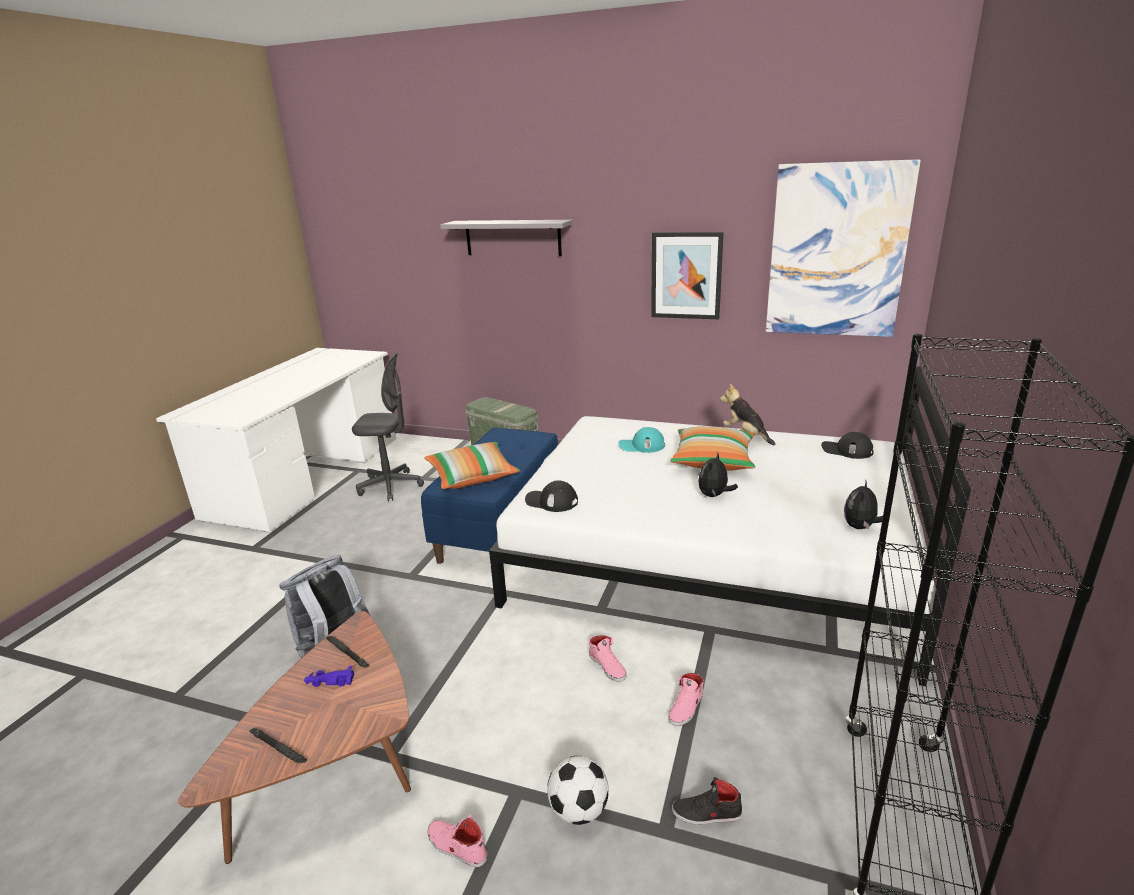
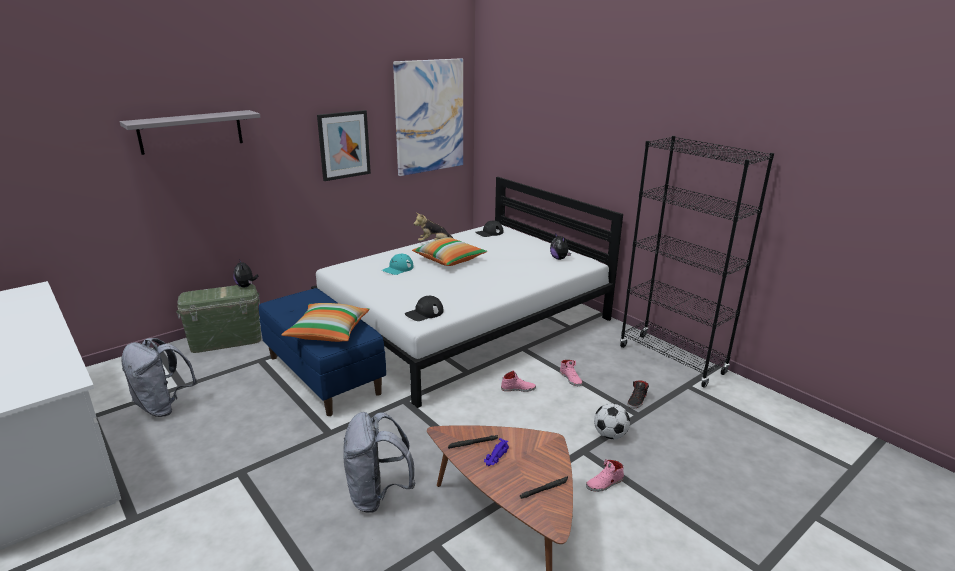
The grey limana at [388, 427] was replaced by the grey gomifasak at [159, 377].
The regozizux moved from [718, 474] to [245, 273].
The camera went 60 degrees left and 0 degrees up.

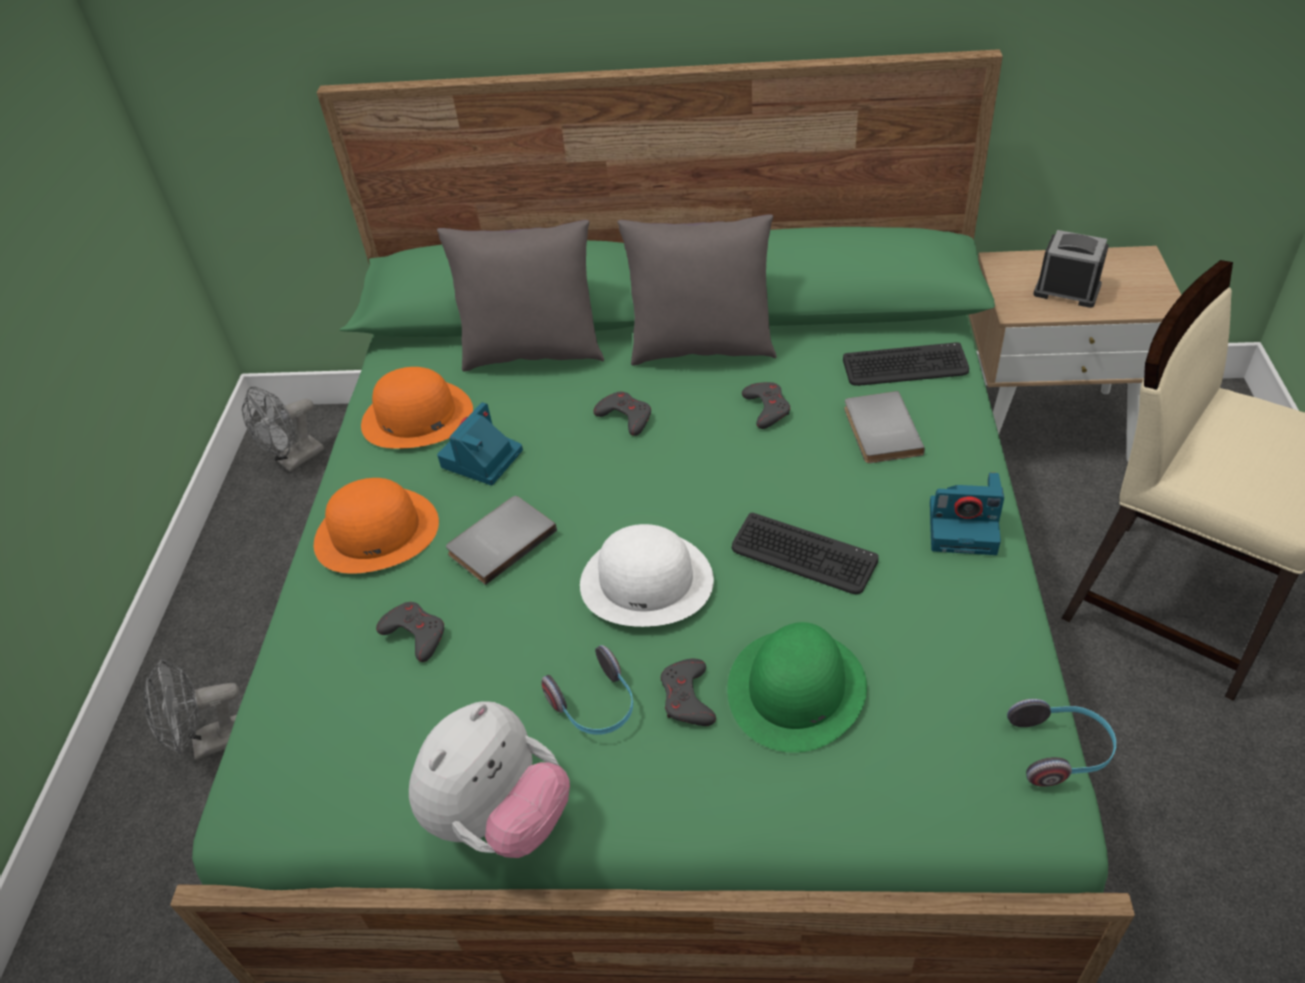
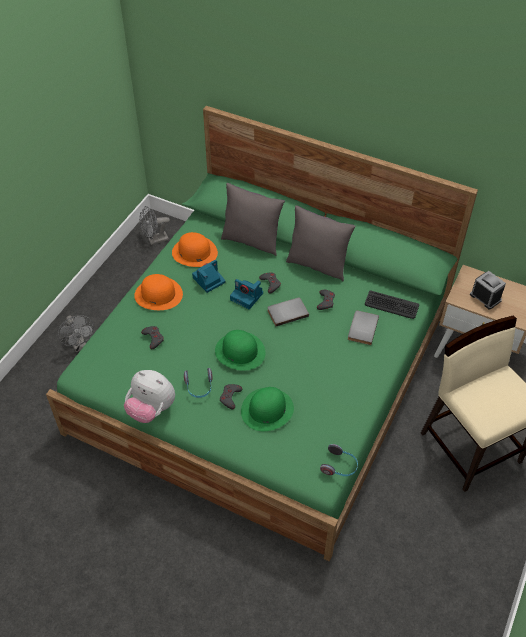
The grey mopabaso at [191, 709] turned 120 degrees counterclockwise.
The regozizux at [489, 779] turned 60 degrees clockwise.
The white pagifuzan at [647, 575] became the green pagifuzan at [240, 350].
The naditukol moved from [967, 514] to [246, 294].
The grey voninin moved from [501, 540] to [288, 311].
The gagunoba at [805, 553] disappeared.
The camera went 20 degrees right and 5 degrees up.

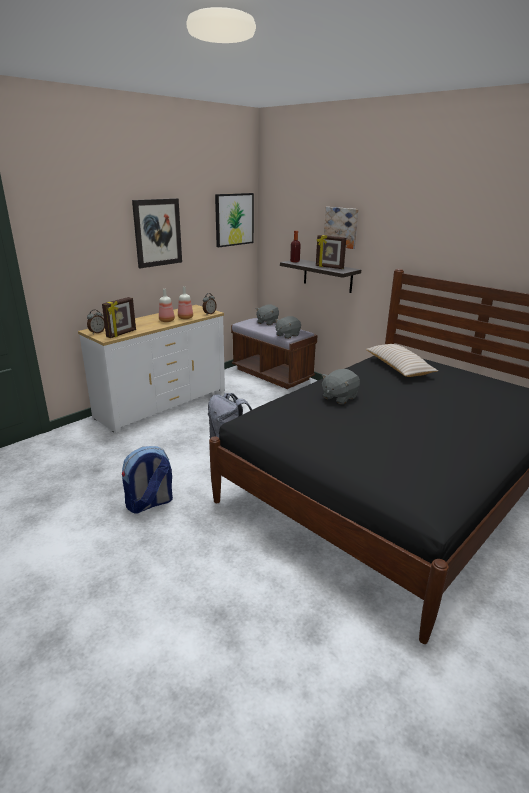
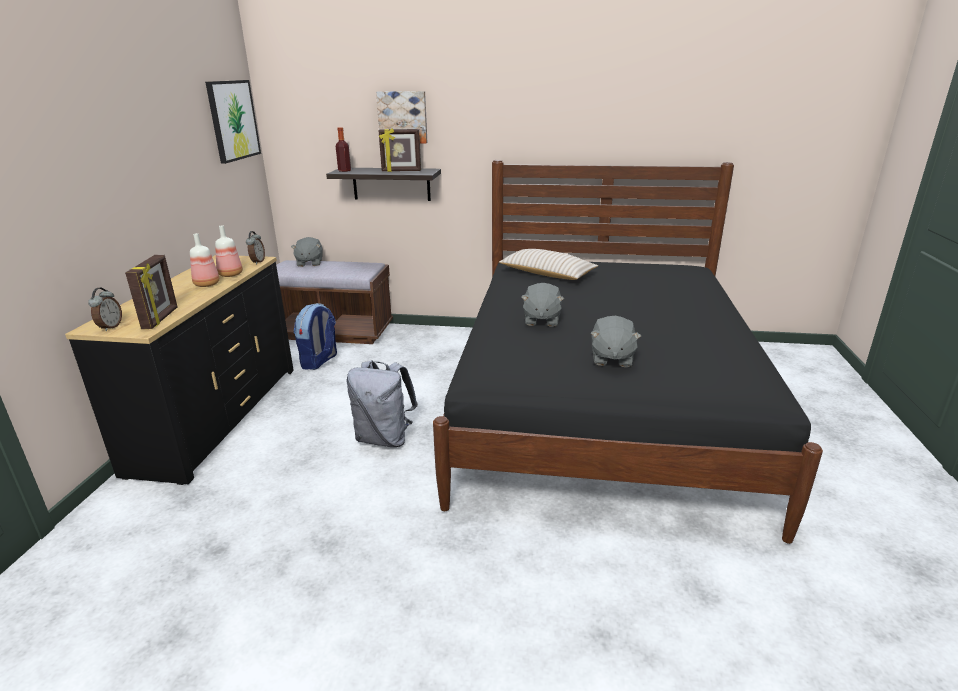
The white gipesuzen at [151, 369] became the black gipesuzen at [179, 370].
The gomifasak moved from [147, 480] to [315, 336].
The grey regozizux moved from [288, 327] to [616, 341].
The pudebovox at [157, 233] disappeared.
The camera went 35 degrees left and 0 degrees up.

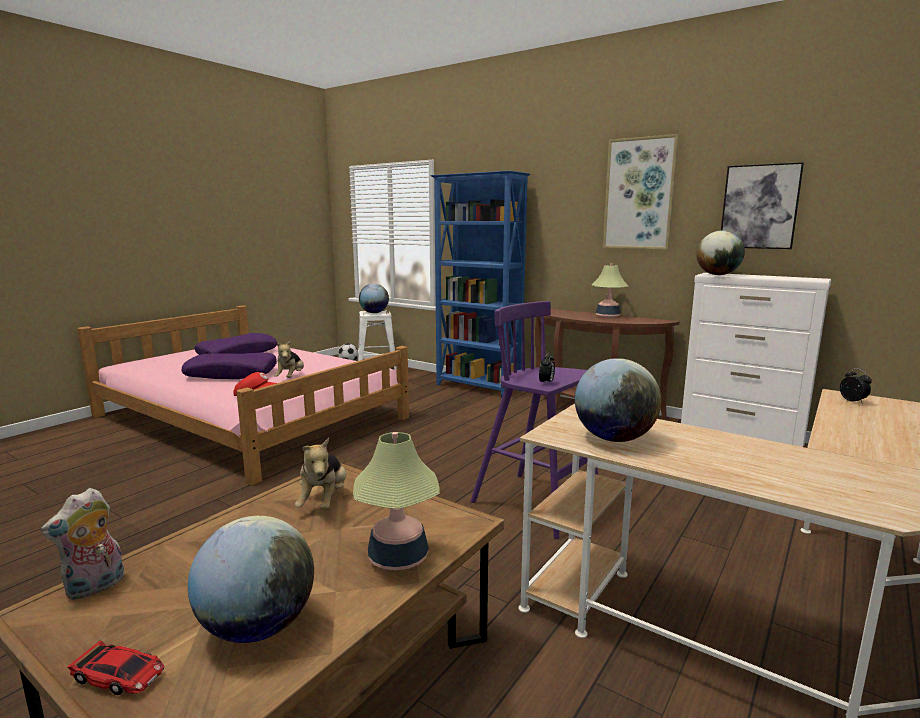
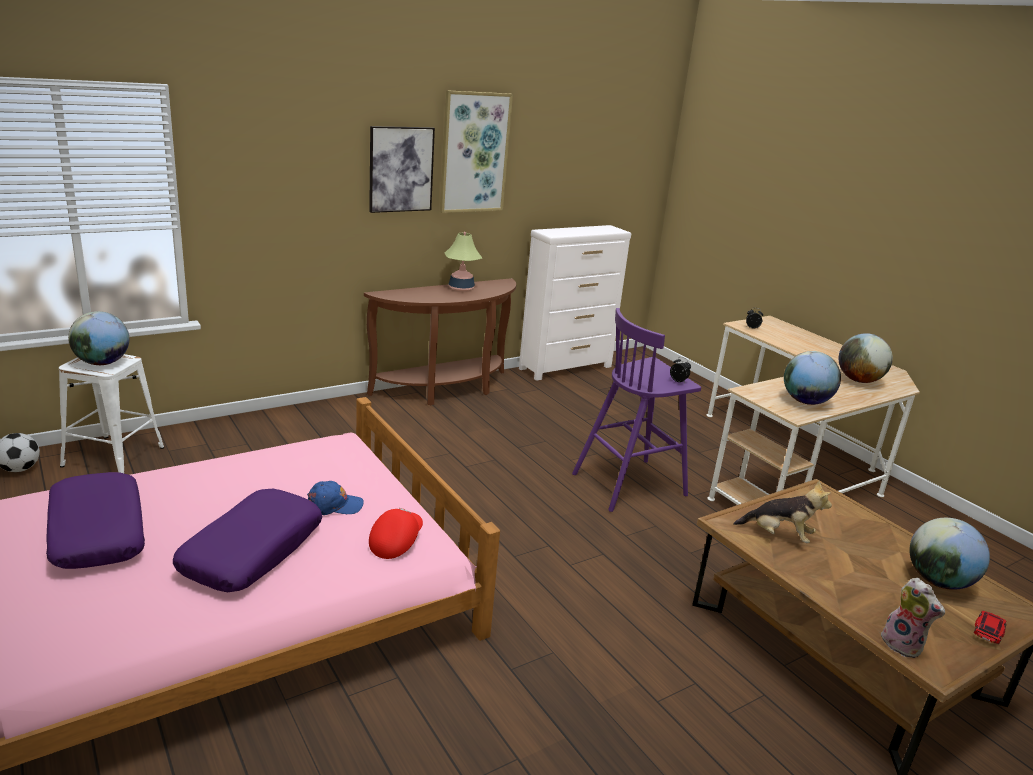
The regozizux at [289, 359] was replaced by the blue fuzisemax at [335, 498].
The pudebovox moved from [762, 205] to [402, 169].
The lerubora moved from [720, 252] to [866, 358].
The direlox at [396, 501] disappeared.
The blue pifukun at [480, 284] disappeared.
The camera went 70 degrees left and 10 degrees up.

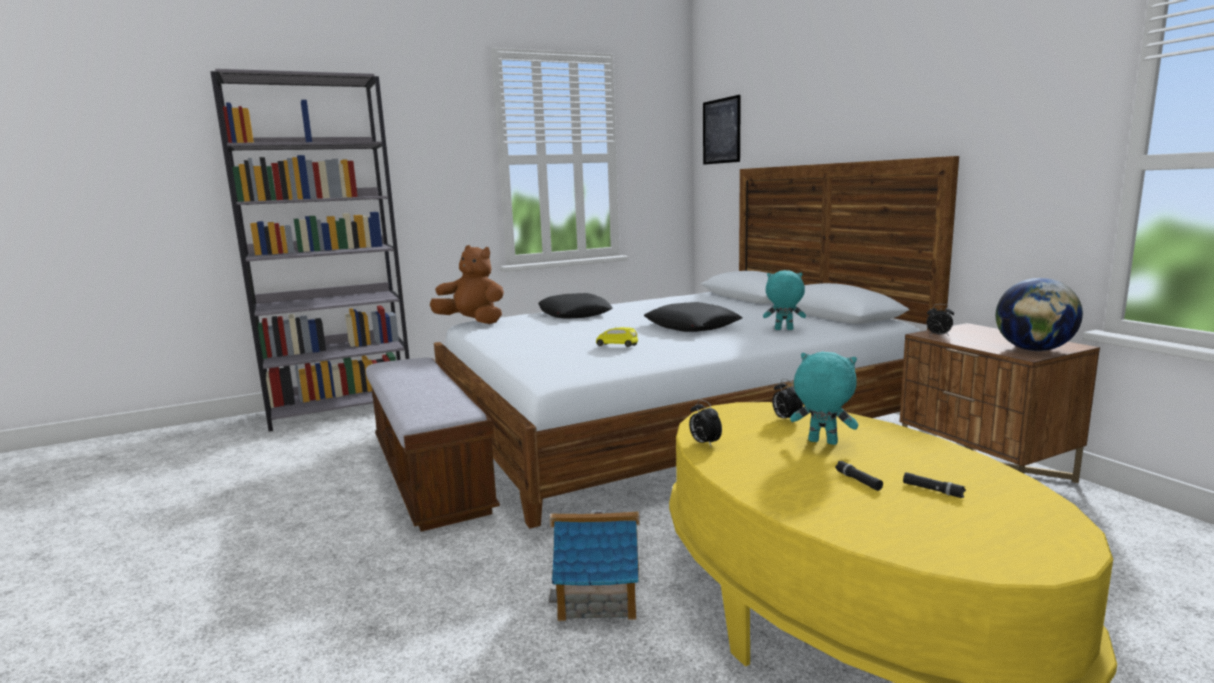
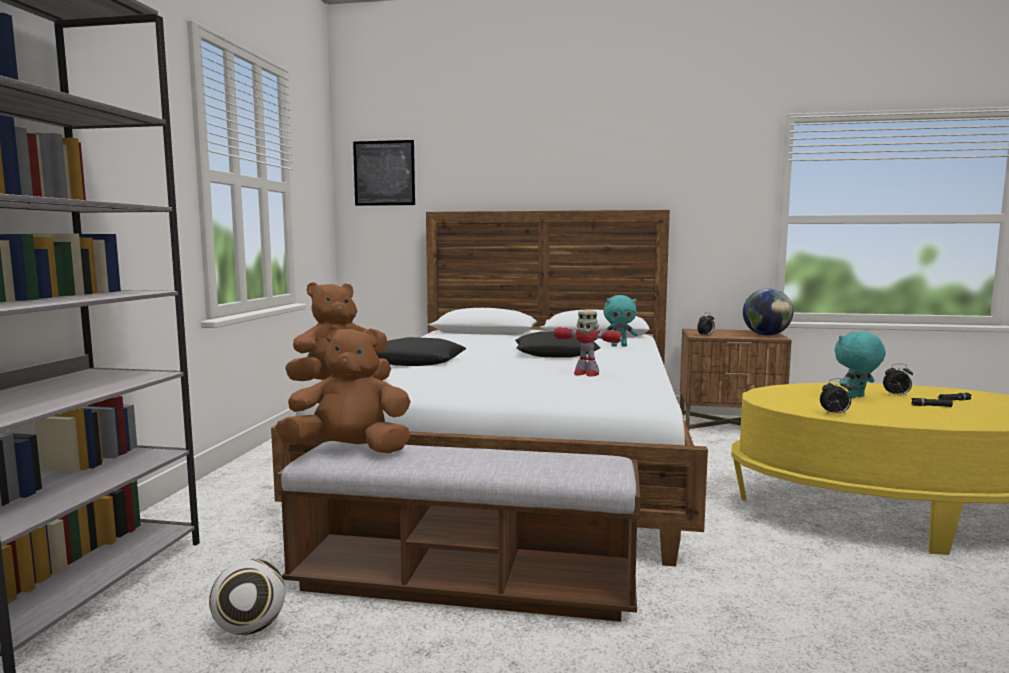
The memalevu at [247, 597] appeared.
The brown regozizux at [343, 389] appeared.
The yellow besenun at [617, 337] was replaced by the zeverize at [588, 343].
The turquoise regozizux at [784, 300] turned 135 degrees counterclockwise.
The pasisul moved from [787, 401] to [898, 380].
The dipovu at [594, 565] disappeared.
The camera went 55 degrees left and 5 degrees down.

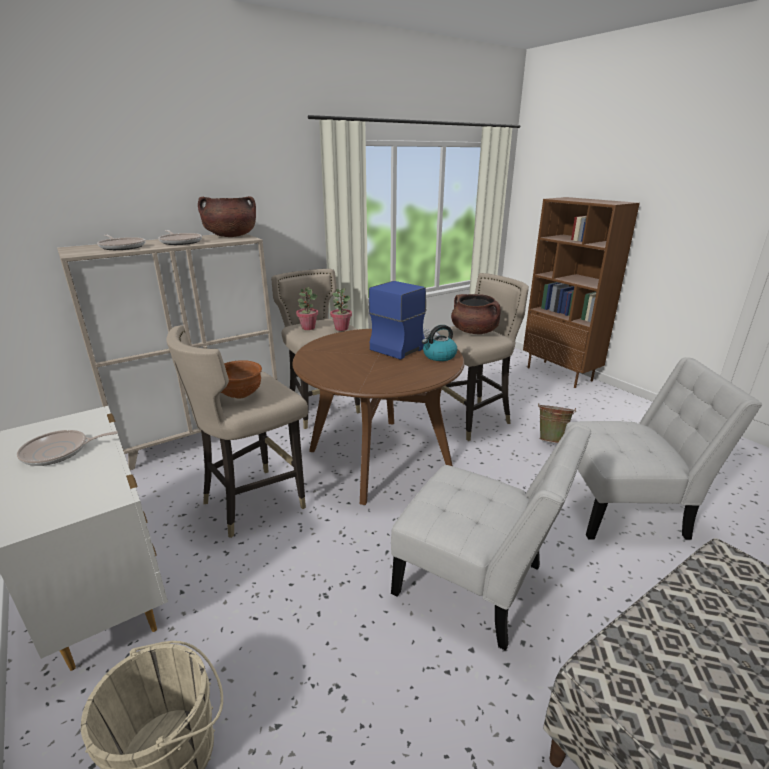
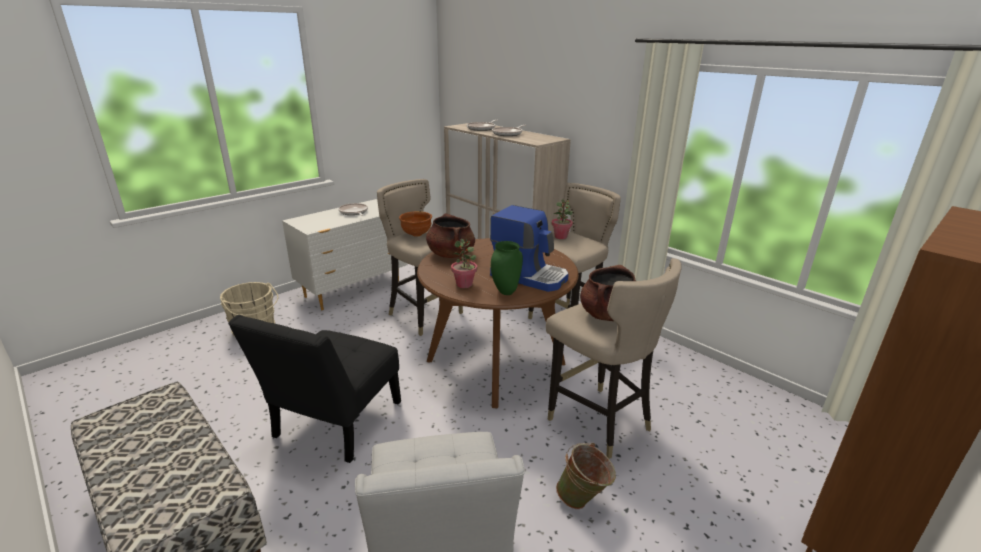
The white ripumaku at [491, 537] became the black ripumaku at [314, 389].
The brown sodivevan moved from [227, 216] to [450, 235].
The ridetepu moved from [341, 309] to [464, 263].
The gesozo at [439, 343] was replaced by the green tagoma at [507, 268].
The camera went 80 degrees right and 0 degrees up.

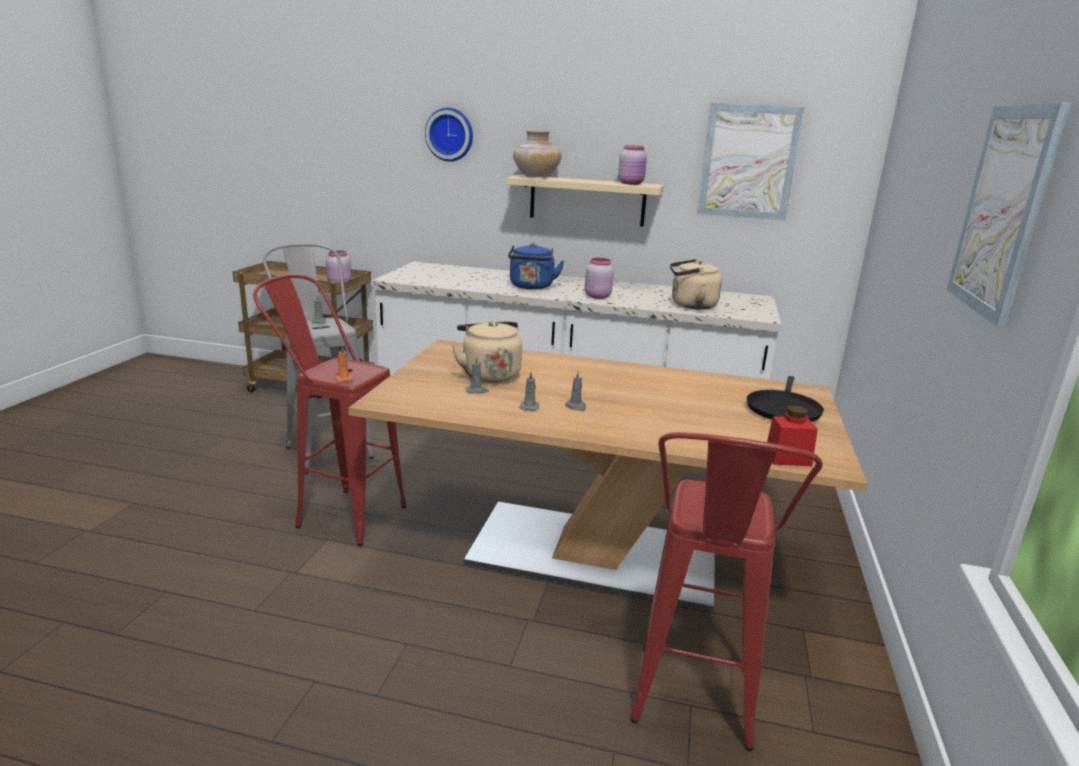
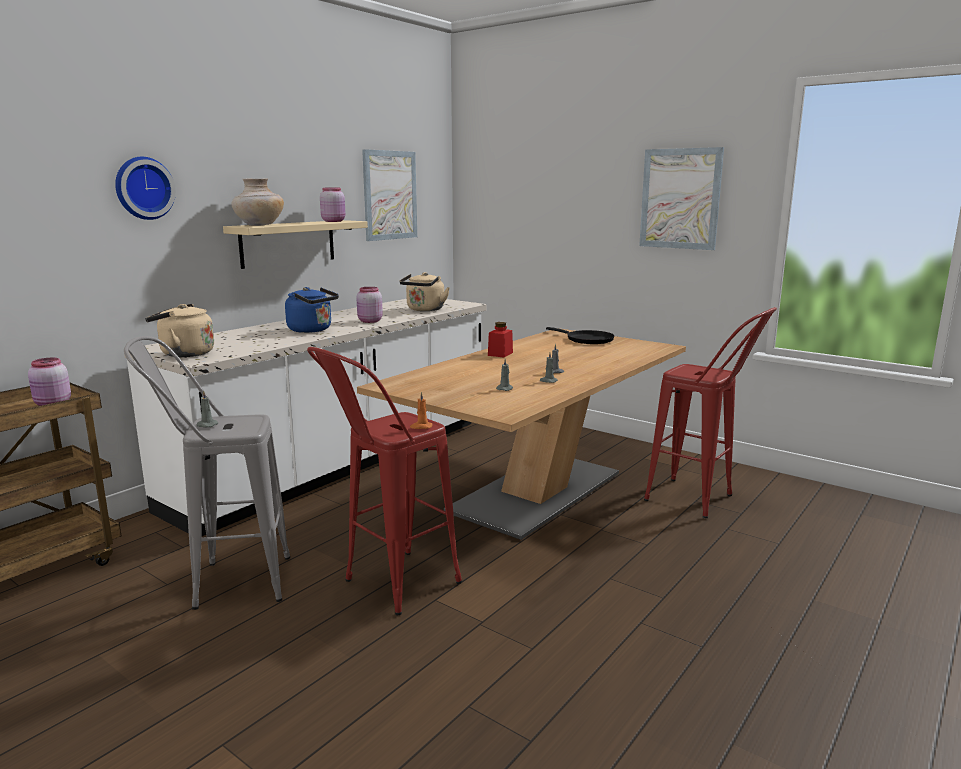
The beige gesozo moved from [487, 352] to [179, 330].
The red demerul moved from [792, 435] to [500, 339].
The camera went 65 degrees left and 5 degrees down.

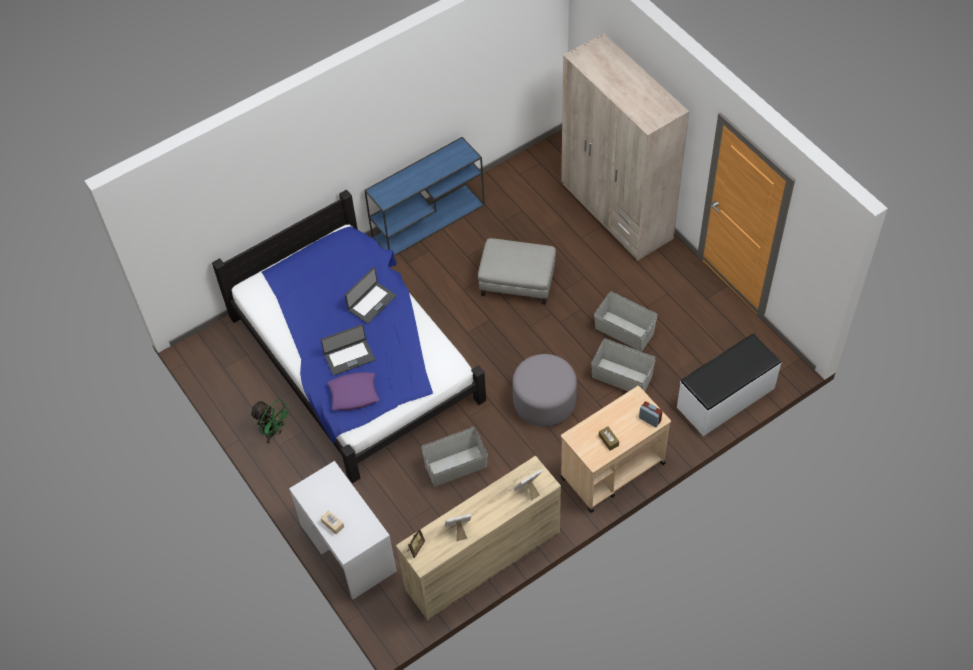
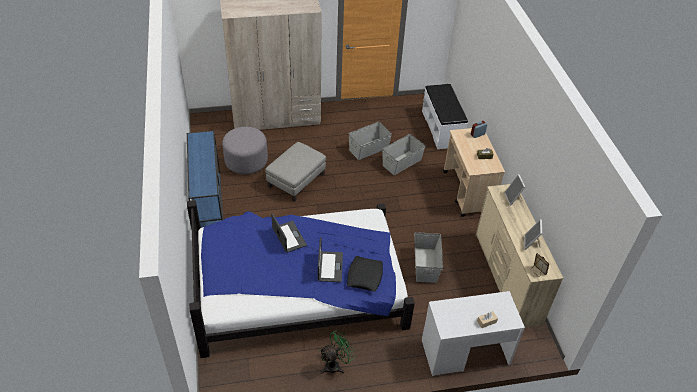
The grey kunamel moved from [544, 390] to [245, 150].
The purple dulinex at [353, 391] became the black dulinex at [365, 274].
The camera went 70 degrees left and 10 degrees down.

